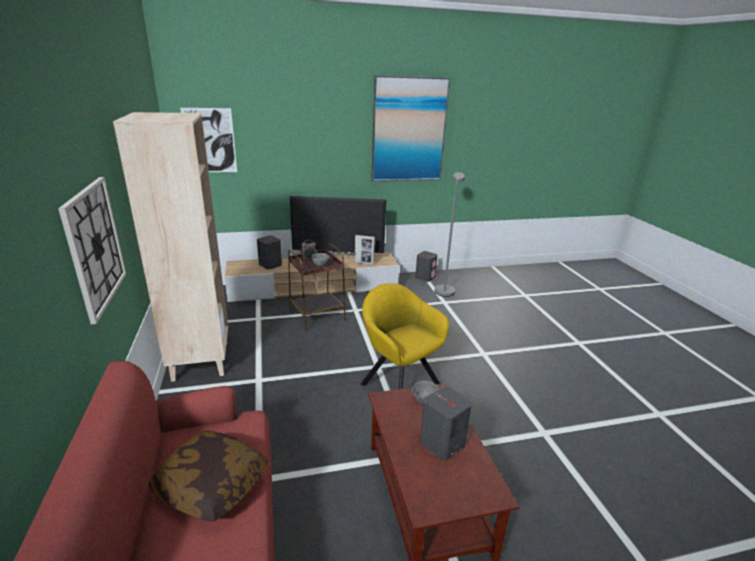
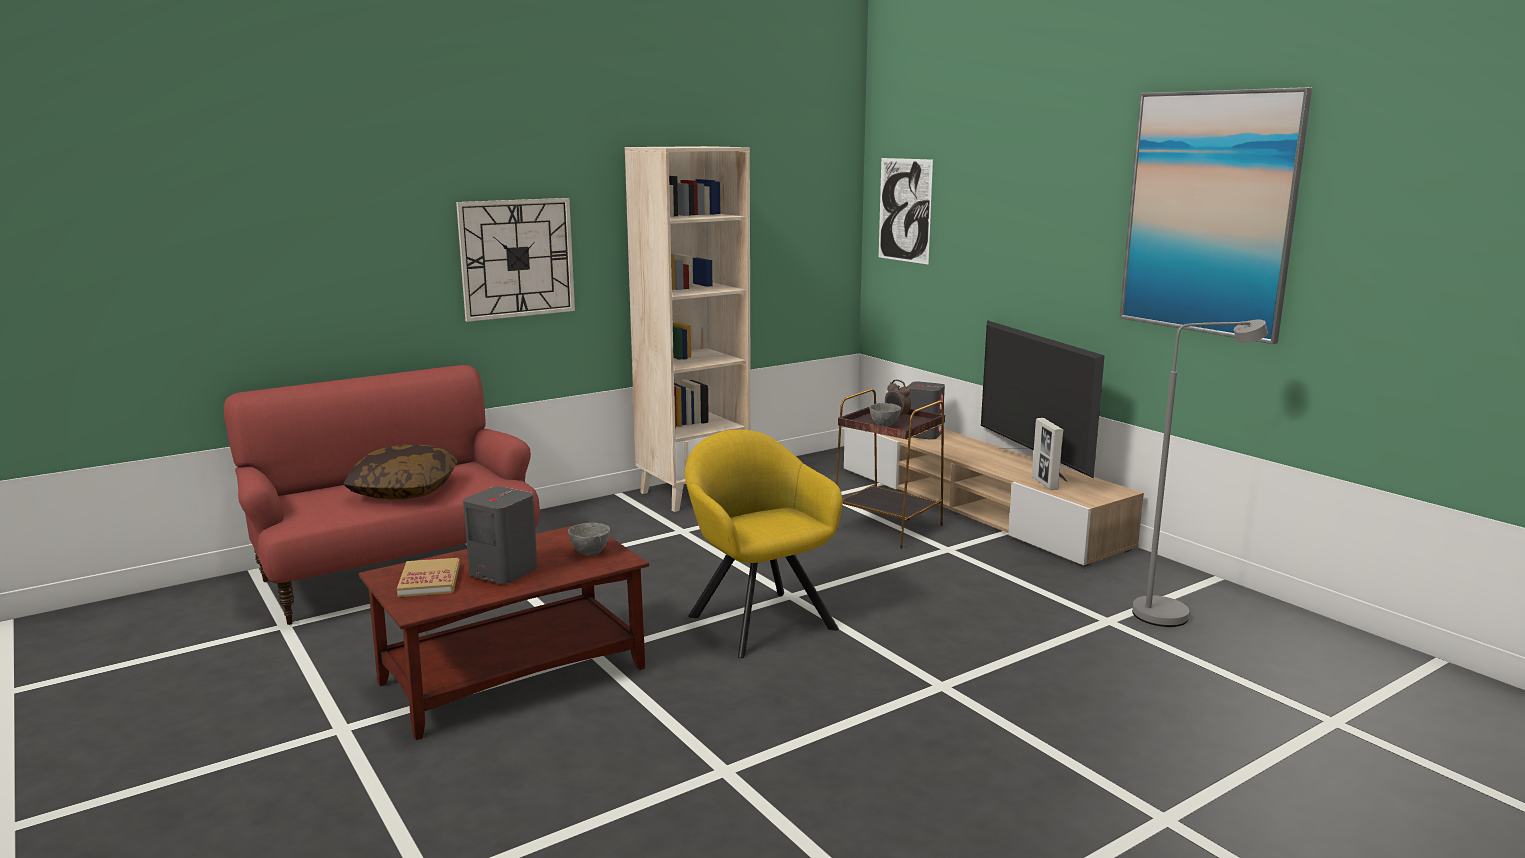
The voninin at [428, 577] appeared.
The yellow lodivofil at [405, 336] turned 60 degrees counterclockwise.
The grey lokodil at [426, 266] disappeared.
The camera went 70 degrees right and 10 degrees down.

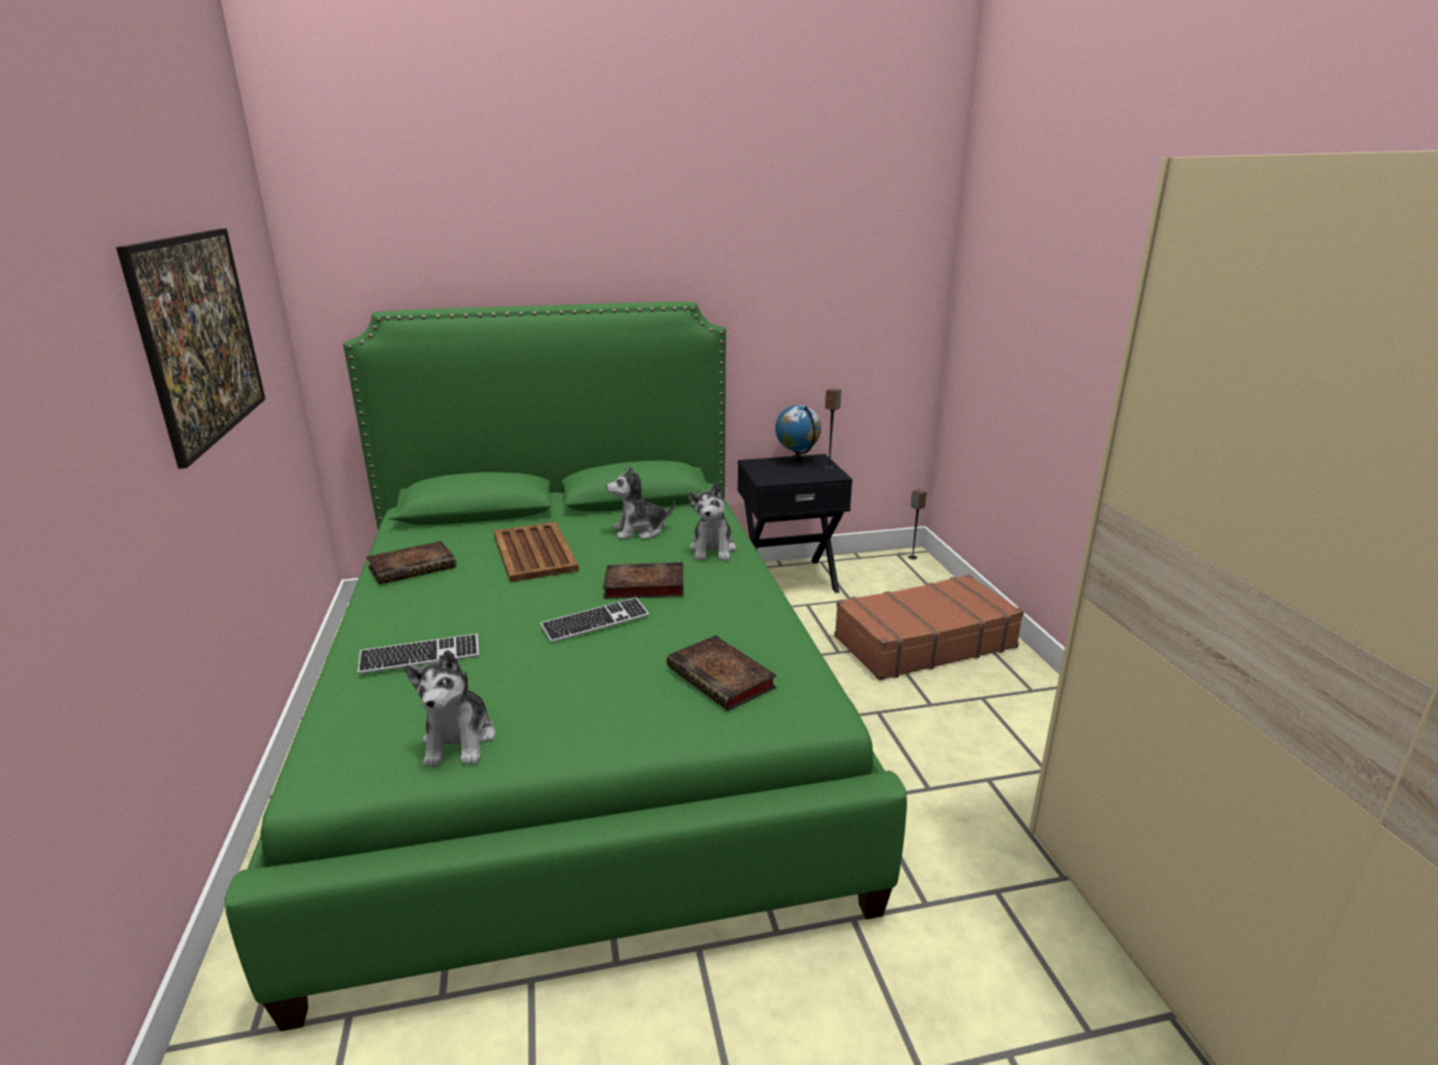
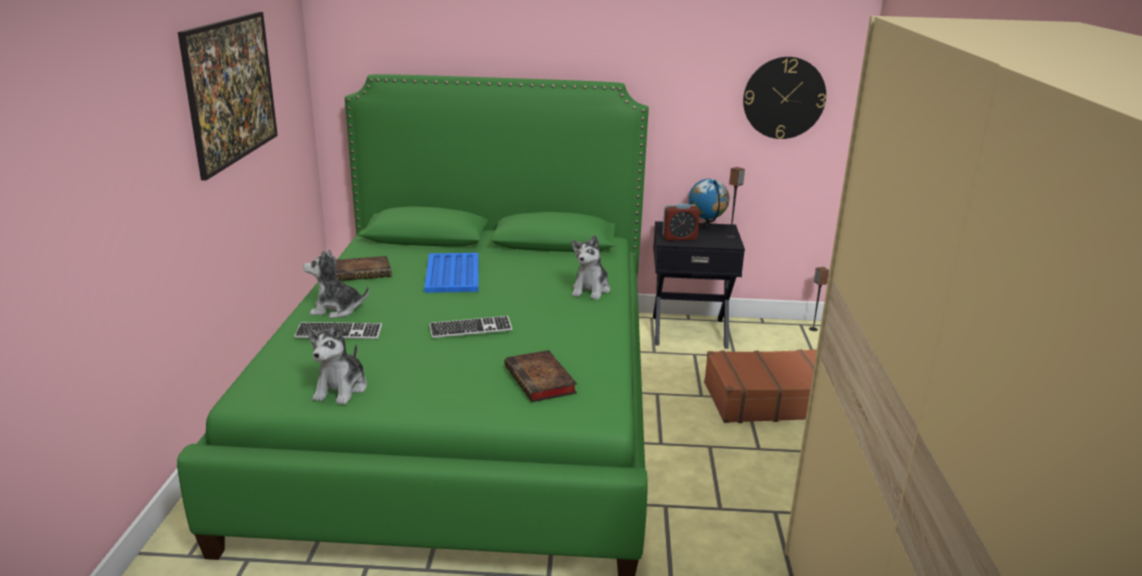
The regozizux moved from [640, 502] to [336, 283].
The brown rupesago at [536, 552] became the blue rupesago at [451, 273].
The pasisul at [681, 222] appeared.
The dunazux at [784, 98] appeared.
The voninin at [643, 580] disappeared.
The camera went 15 degrees right and 0 degrees up.

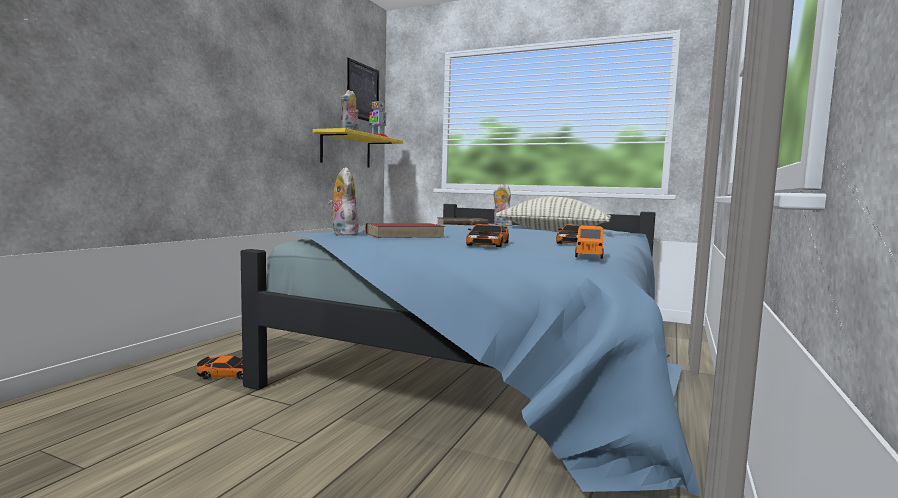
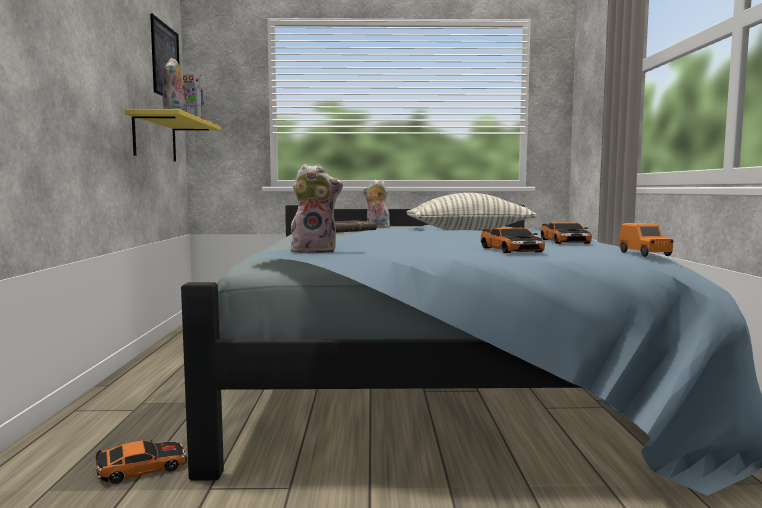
The regozizux at [343, 201] turned 135 degrees clockwise.
The red voninin at [405, 230] disappeared.
The camera went 25 degrees left and 0 degrees up.

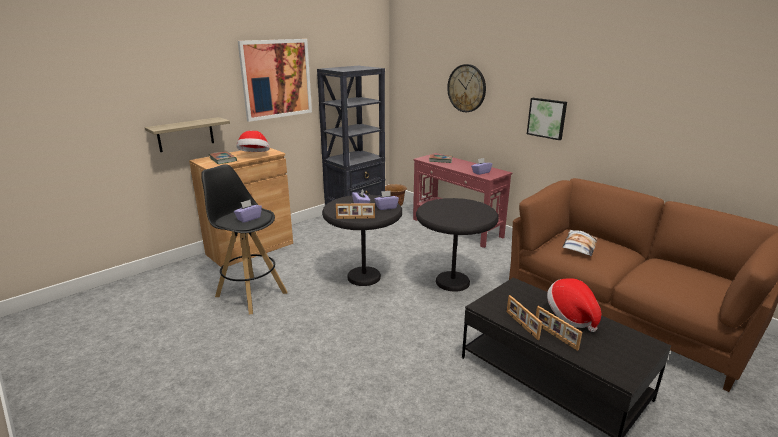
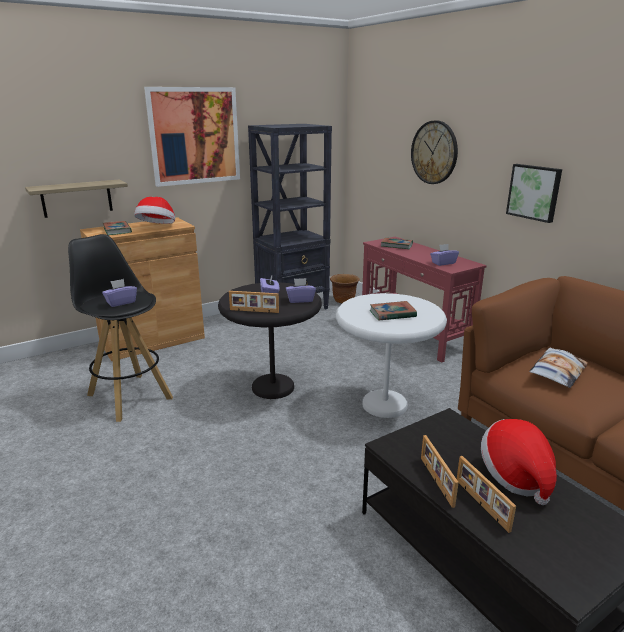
The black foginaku at [457, 245] became the white foginaku at [391, 355].
The voninin at [393, 311] appeared.
The camera went 10 degrees right and 0 degrees up.

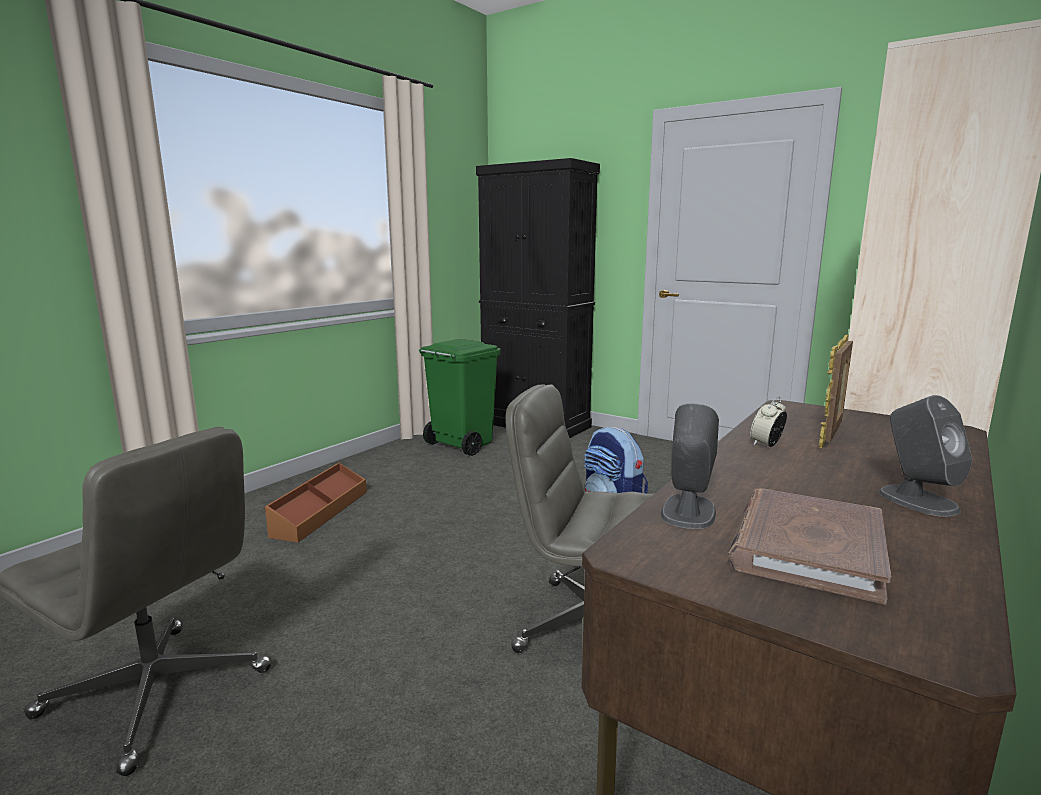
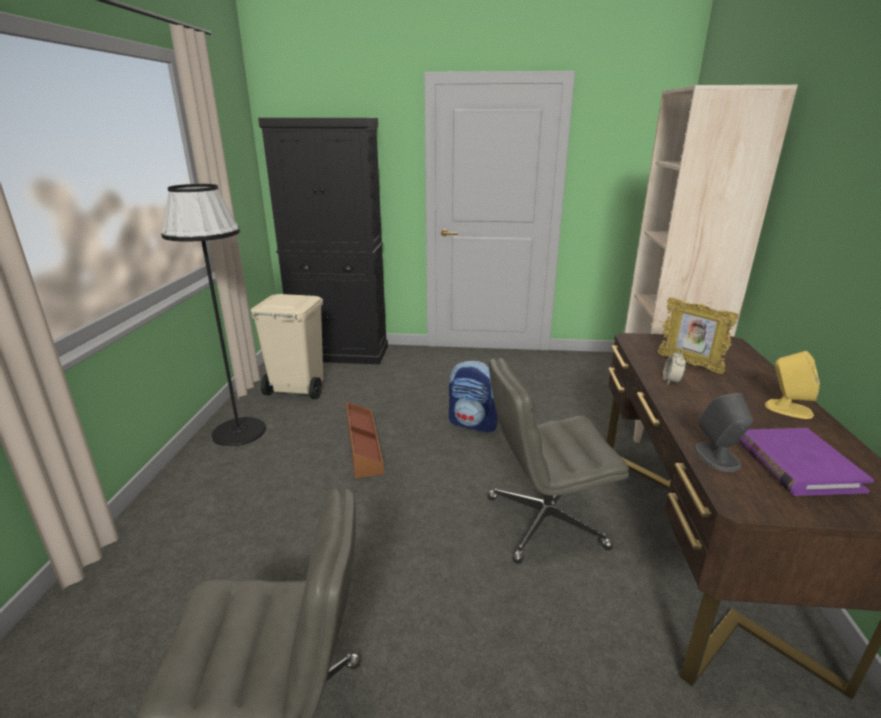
The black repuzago at [213, 315] appeared.
The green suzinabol at [460, 397] became the beige suzinabol at [287, 346].
The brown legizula moved from [316, 502] to [365, 440].
The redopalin at [836, 391] turned 45 degrees counterclockwise.
The brown voninin at [809, 546] became the purple voninin at [806, 462].
The grey lokodil at [925, 456] became the yellow lokodil at [792, 385].
The camera went 30 degrees left and 10 degrees up.

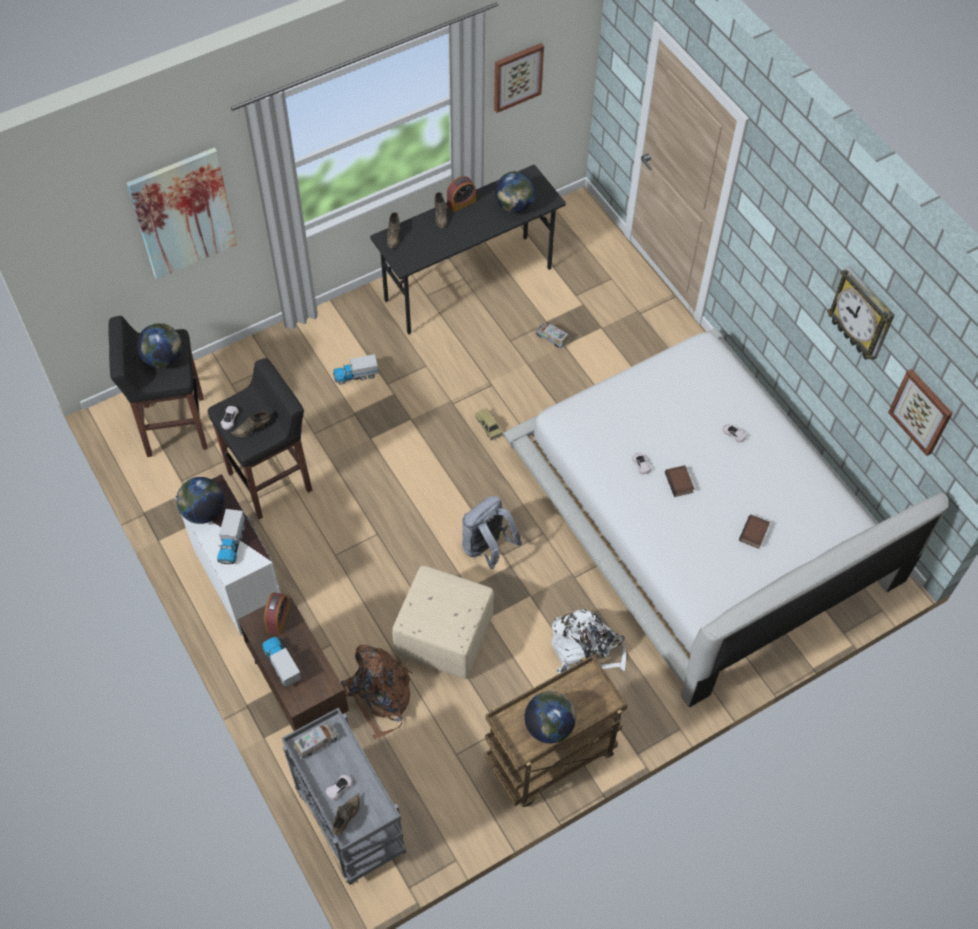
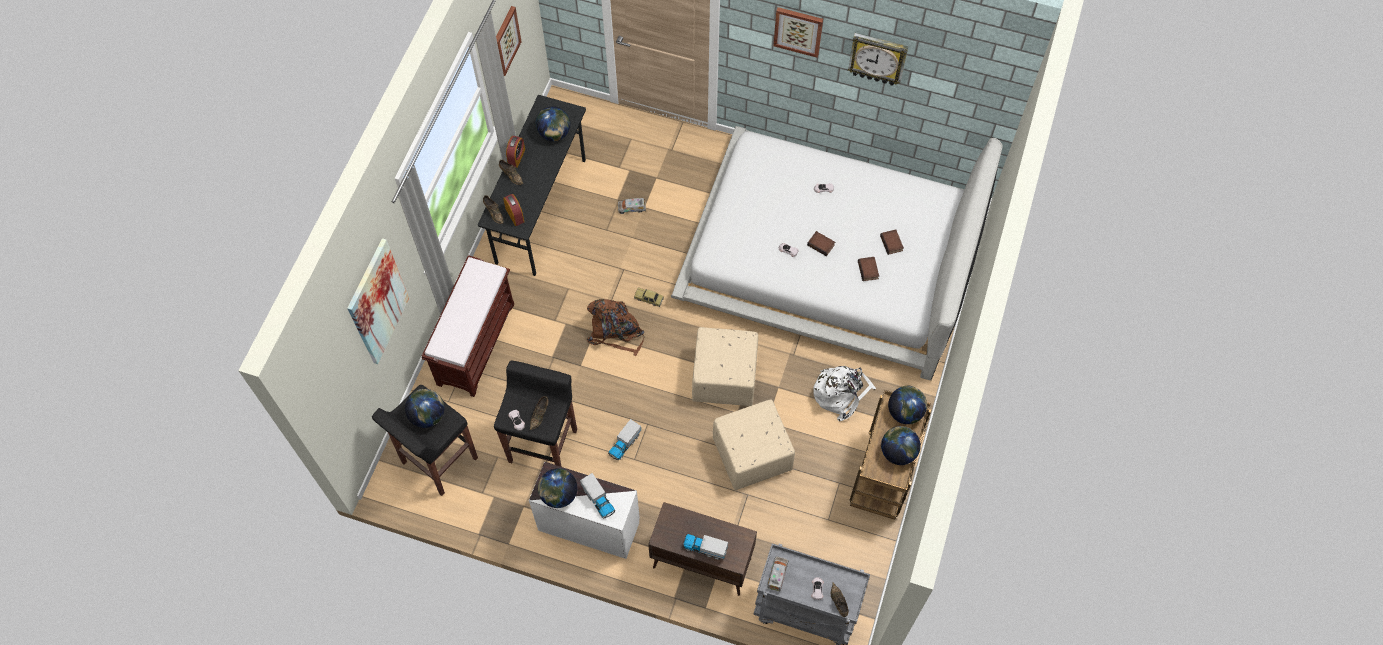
The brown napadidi at [467, 326] appeared.
The pasisul moved from [277, 613] to [513, 210].
The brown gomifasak moved from [377, 692] to [615, 327].
The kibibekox moved from [355, 369] to [624, 439].
The grey gomifasak at [492, 532] was replaced by the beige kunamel at [725, 366].
The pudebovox moved from [920, 412] to [798, 32].
The voninin at [868, 269] appeared.
The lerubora at [907, 405] appeared.
The camera went 40 degrees left and 5 degrees up.

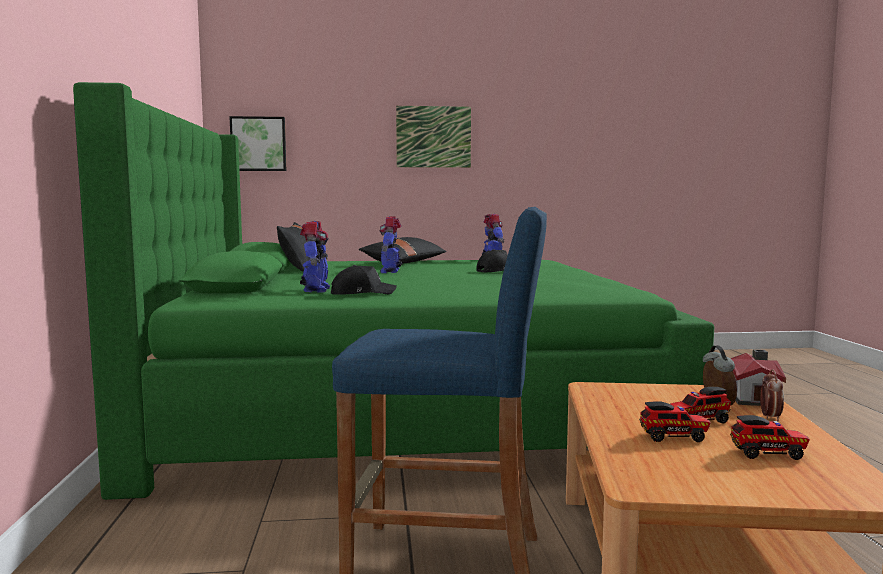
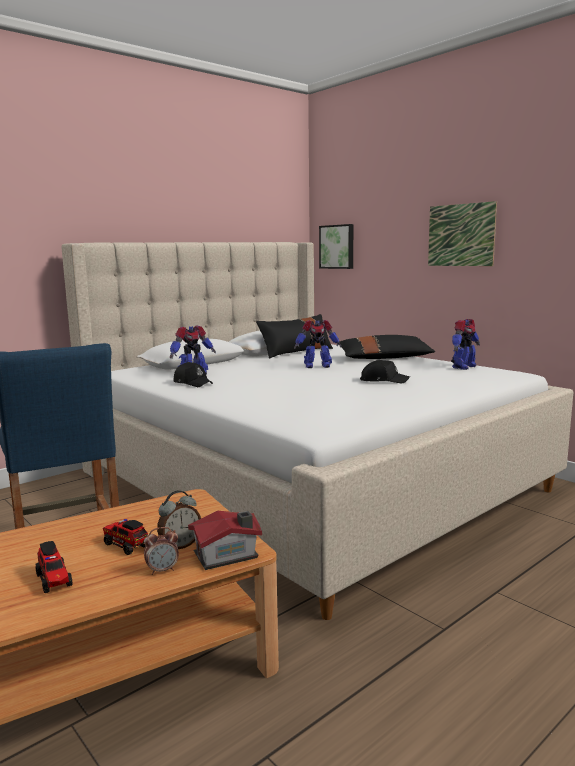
The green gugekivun at [393, 291] became the beige gugekivun at [317, 431].
The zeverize at [390, 244] turned 150 degrees counterclockwise.
The kibibekox at [675, 421] disappeared.
The camera went 55 degrees right and 5 degrees up.

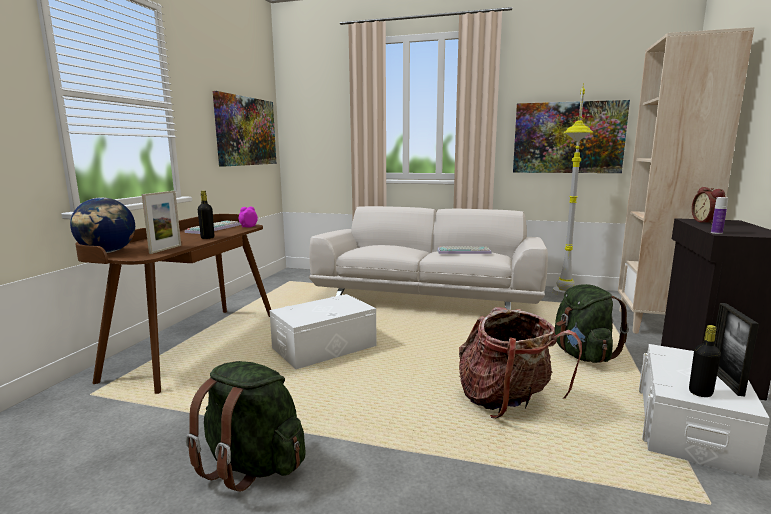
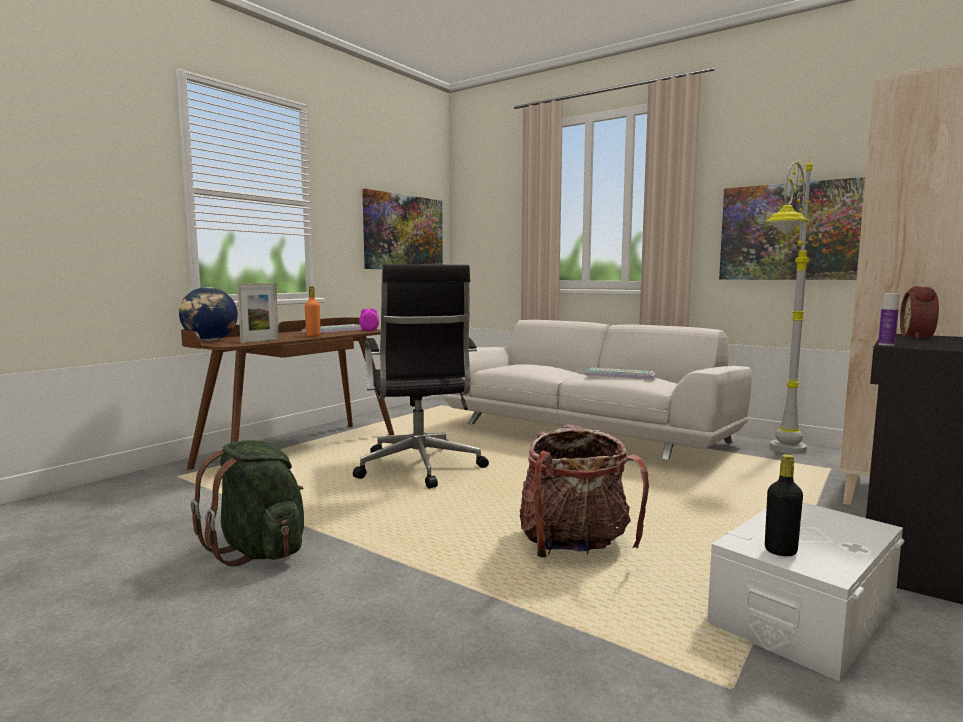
The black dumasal at [206, 215] became the orange dumasal at [313, 311].
The white legizula at [323, 331] was replaced by the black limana at [421, 376].
The green gomifasak at [592, 323] disappeared.
The redopalin at [736, 349] disappeared.
The camera went 20 degrees right and 5 degrees down.

